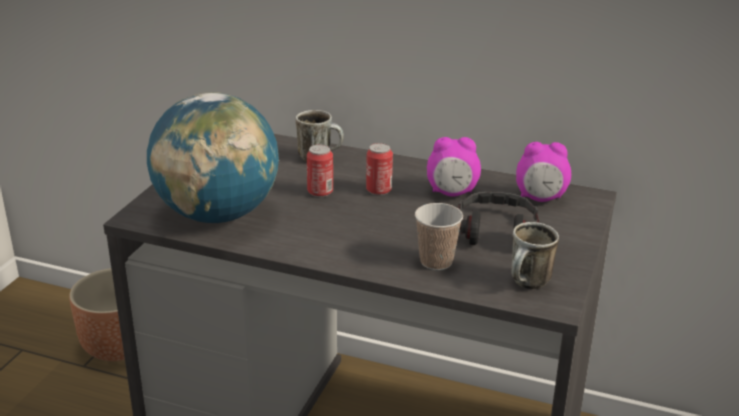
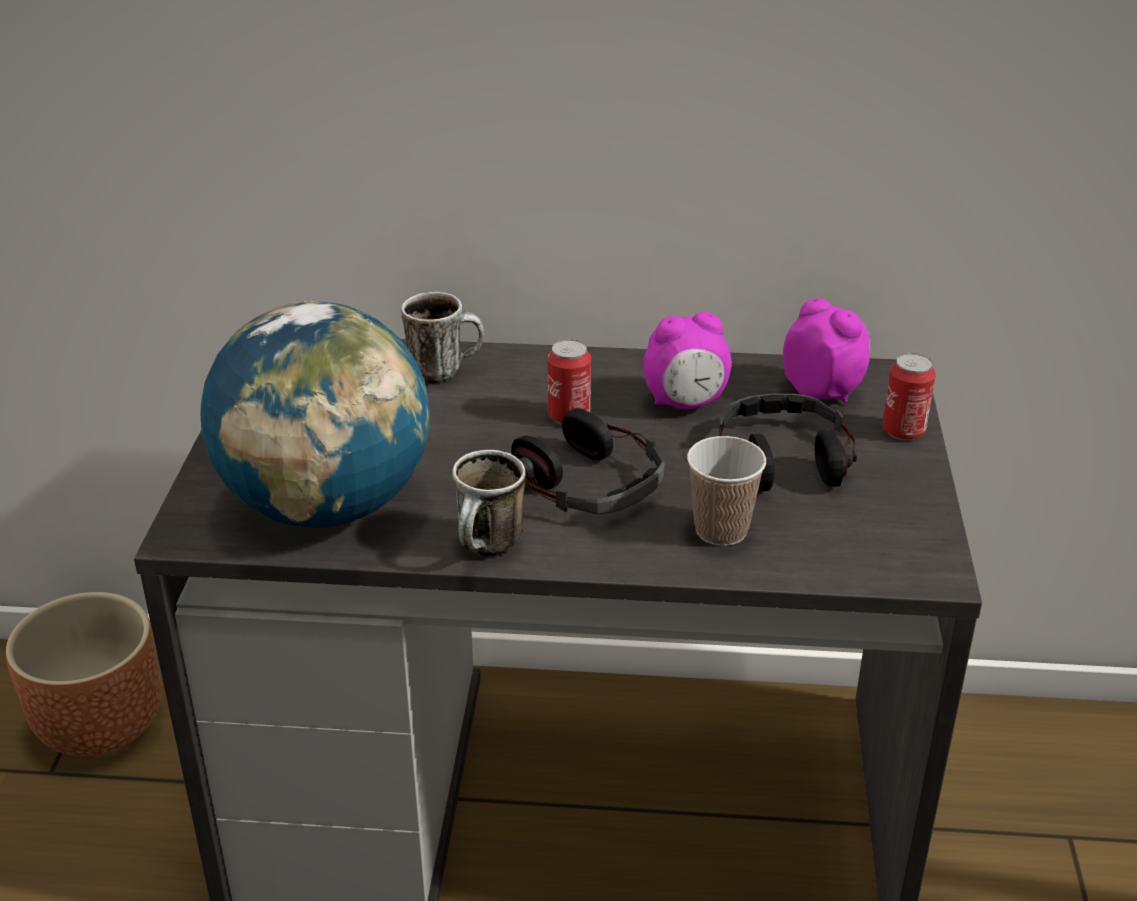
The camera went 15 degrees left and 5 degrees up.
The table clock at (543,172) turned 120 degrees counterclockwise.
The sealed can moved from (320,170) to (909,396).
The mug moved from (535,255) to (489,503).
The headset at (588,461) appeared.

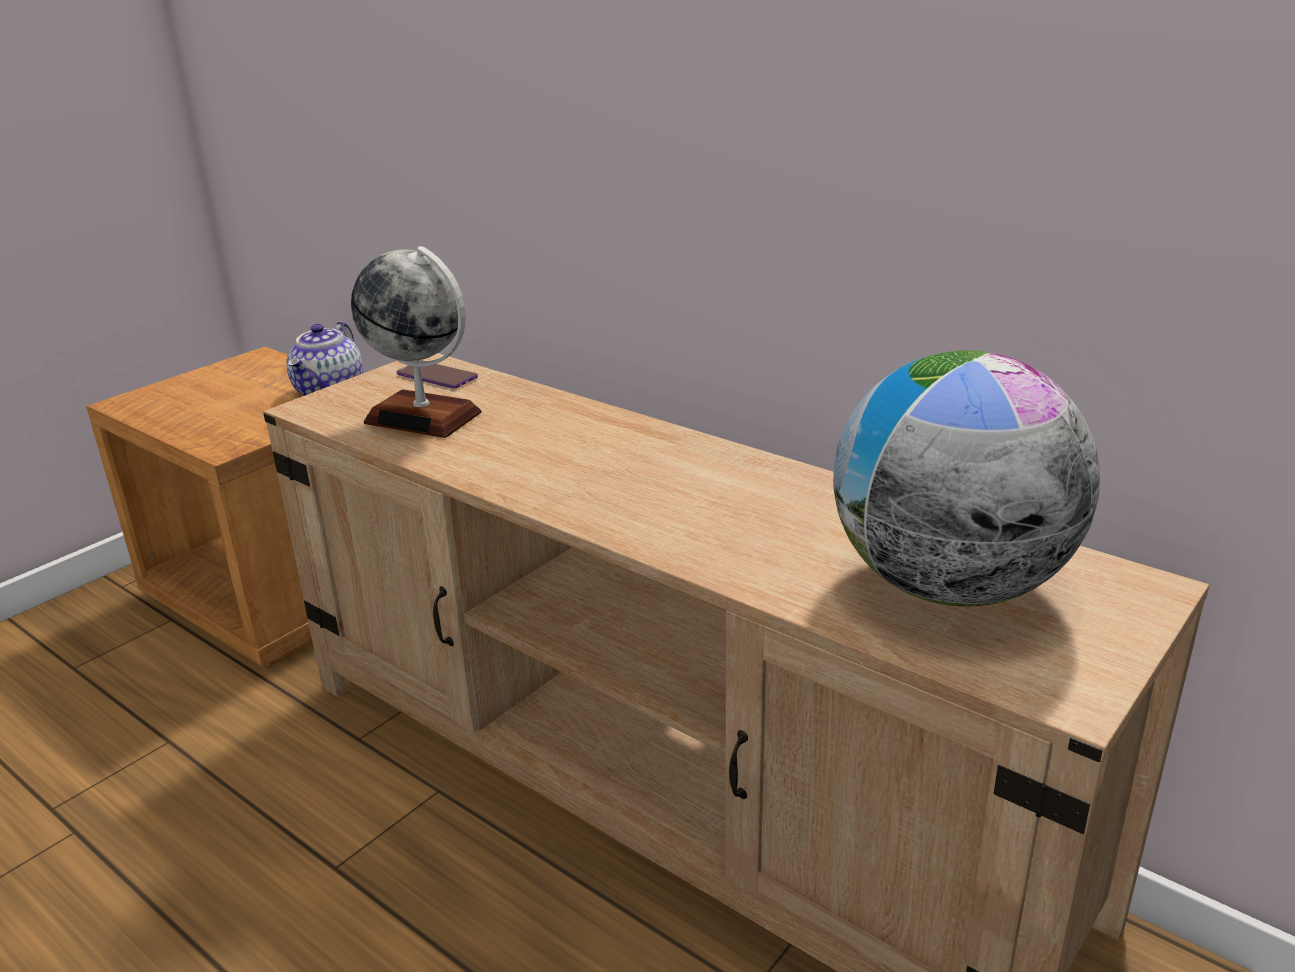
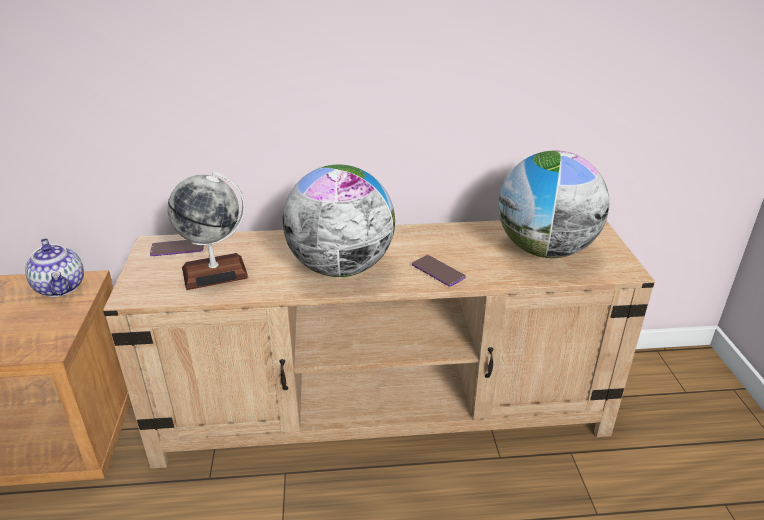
The camera went 45 degrees left and 5 degrees up.
The world globe at (339,221) appeared.
The phone at (439,271) appeared.

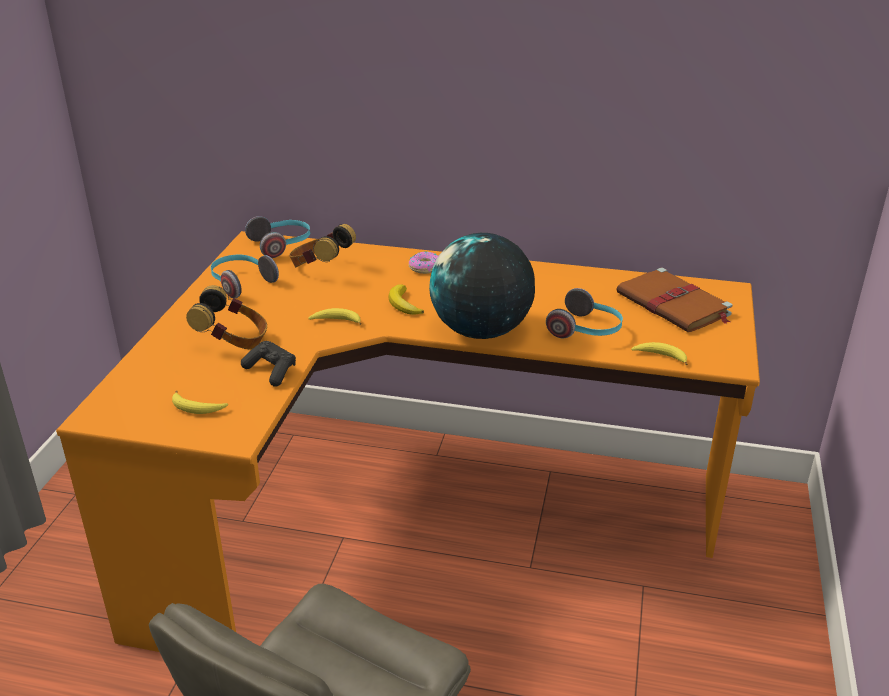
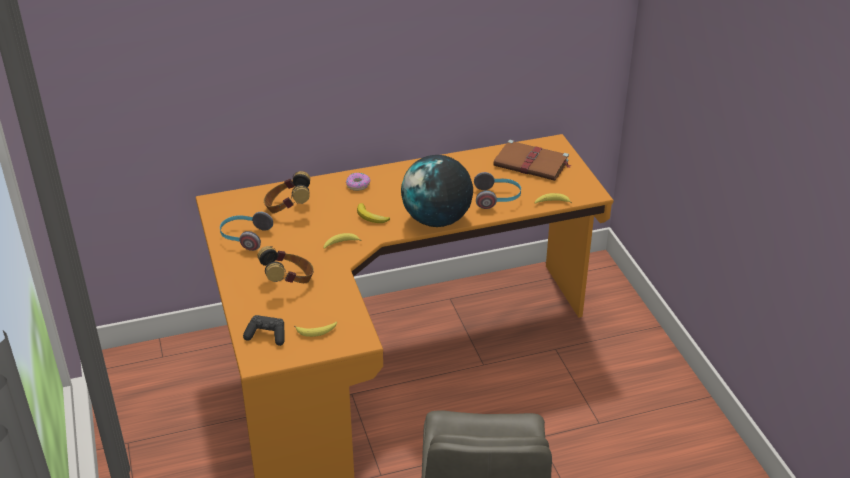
The camera went 30 degrees left and 5 degrees up.
The headset at (277,237) disappeared.
The black joypad moved from (268,364) to (263,330).

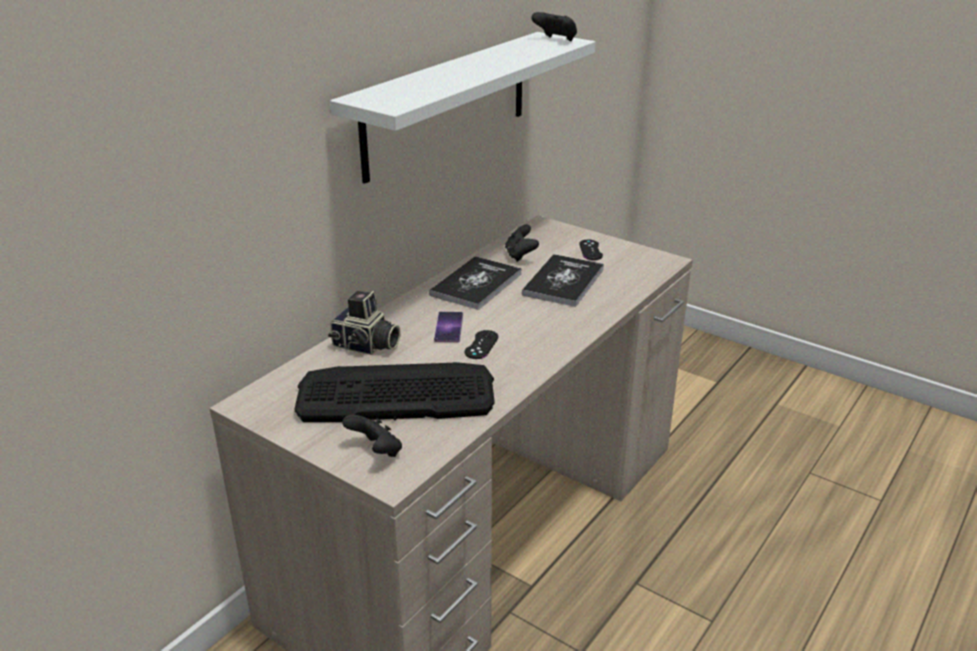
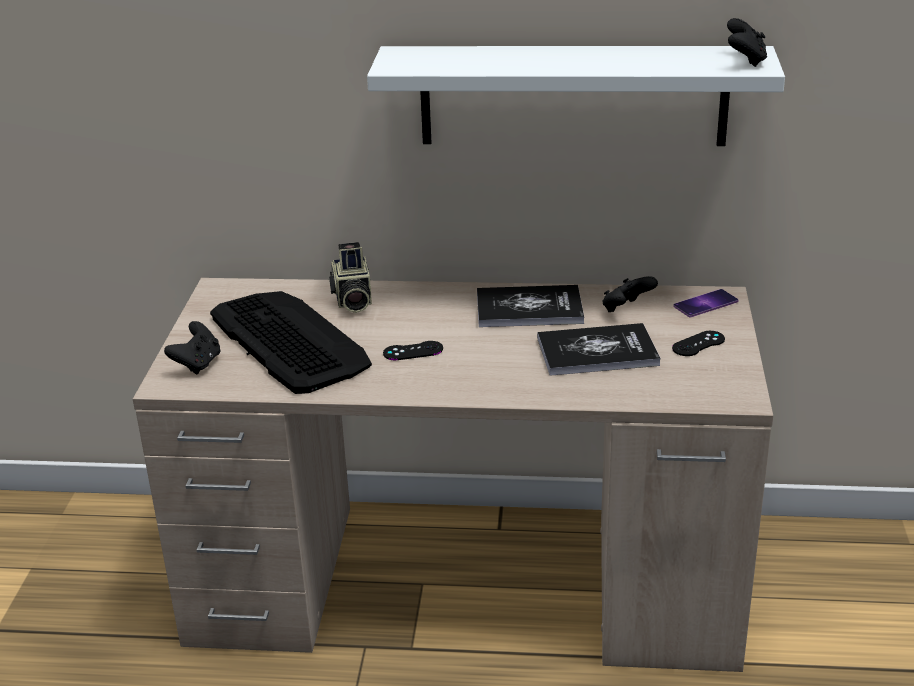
The camera went 60 degrees right and 0 degrees up.
The phone moved from (448,327) to (706,303).

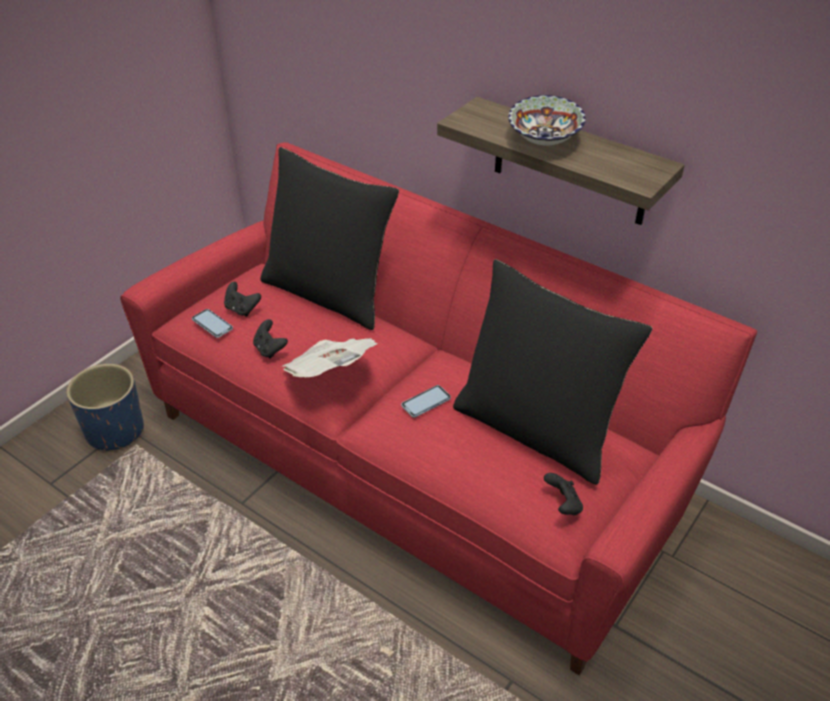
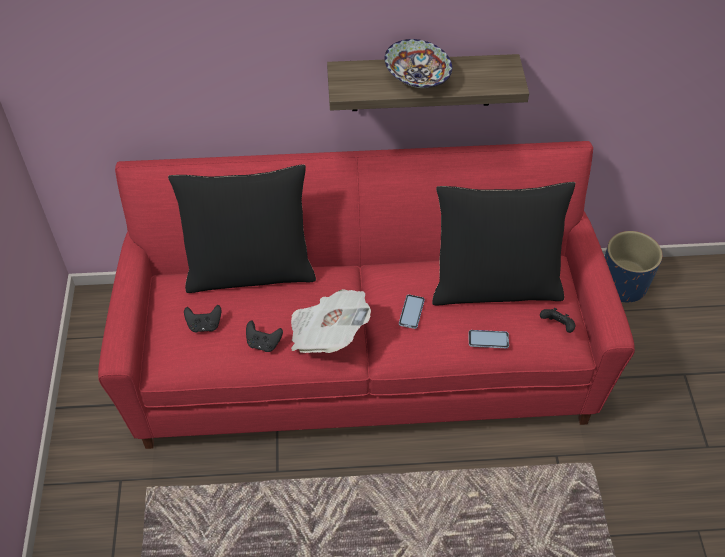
The camera went 40 degrees left and 10 degrees up.
The phone moved from (212,323) to (489,339).
The blue-coloured plant pot moved from (105,408) to (633,266).

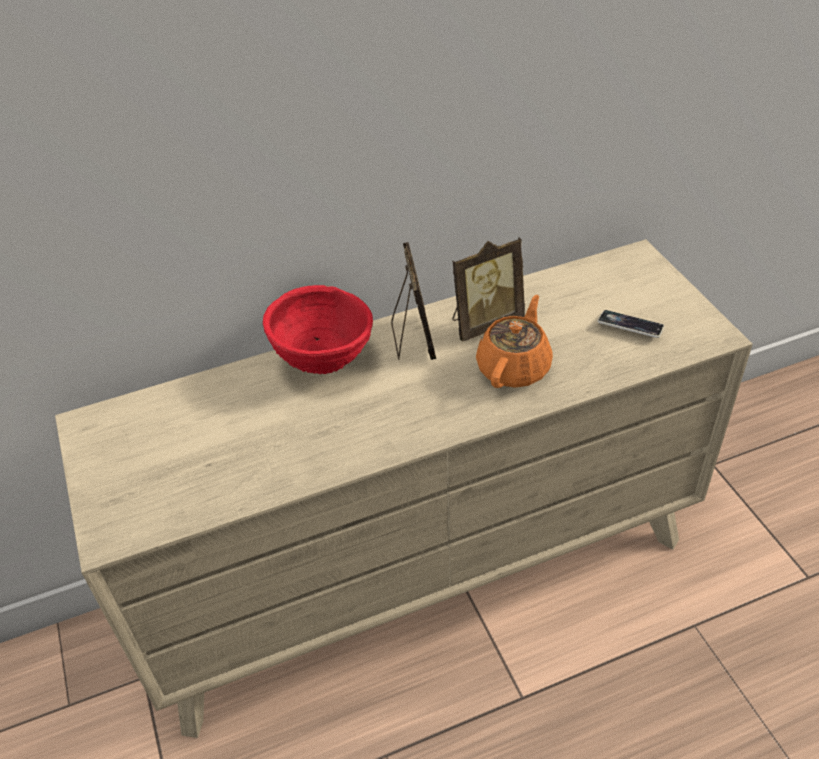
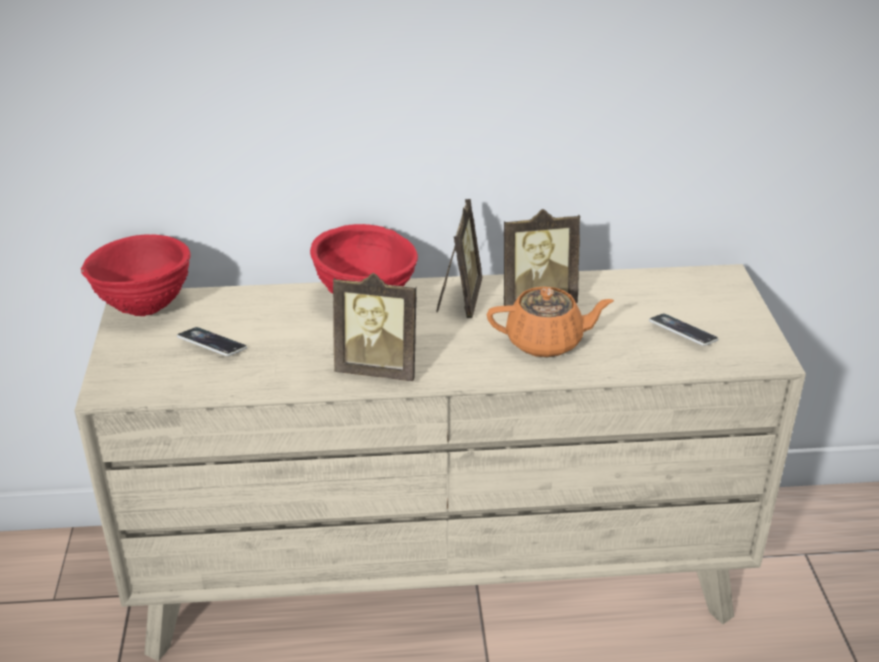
The camera went 15 degrees right and 10 degrees down.
The orange pot for tea at (514,341) turned 45 degrees clockwise.
The reddish bowl at (135,275) appeared.
The picture frame at (375,327) appeared.
The phone at (212,341) appeared.

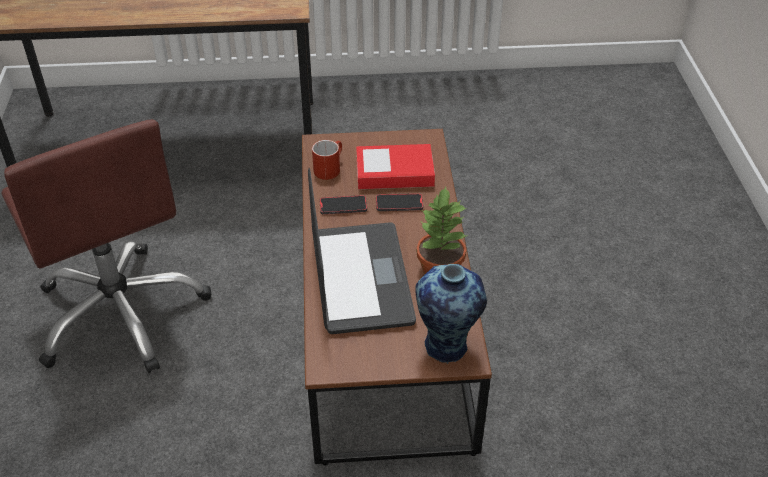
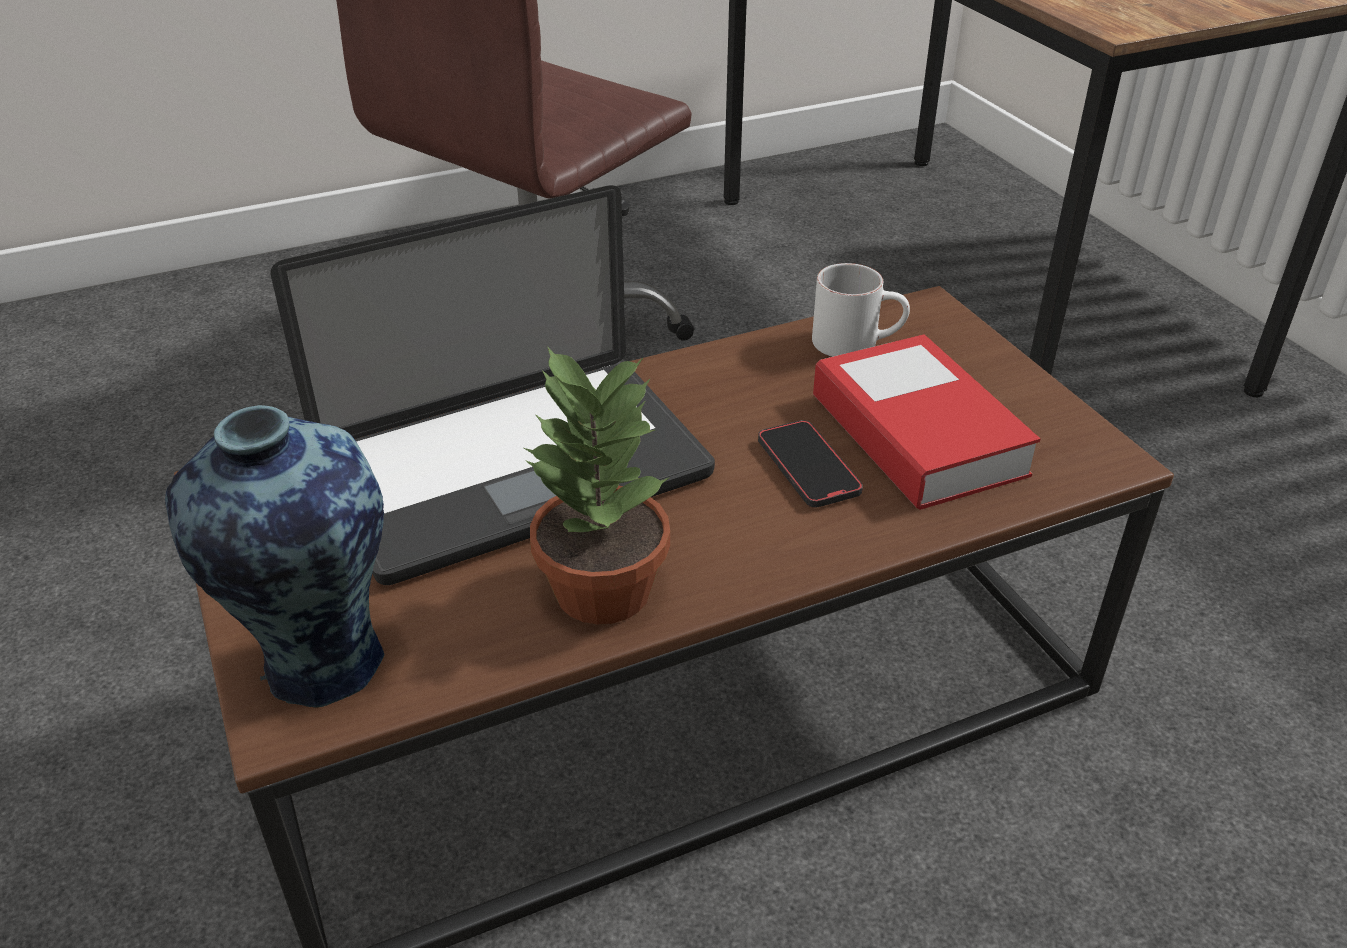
The camera went 70 degrees right and 5 degrees down.
The reddish mug at (327,160) became the white-coloured mug at (861,310).
The phone at (343,205) disappeared.

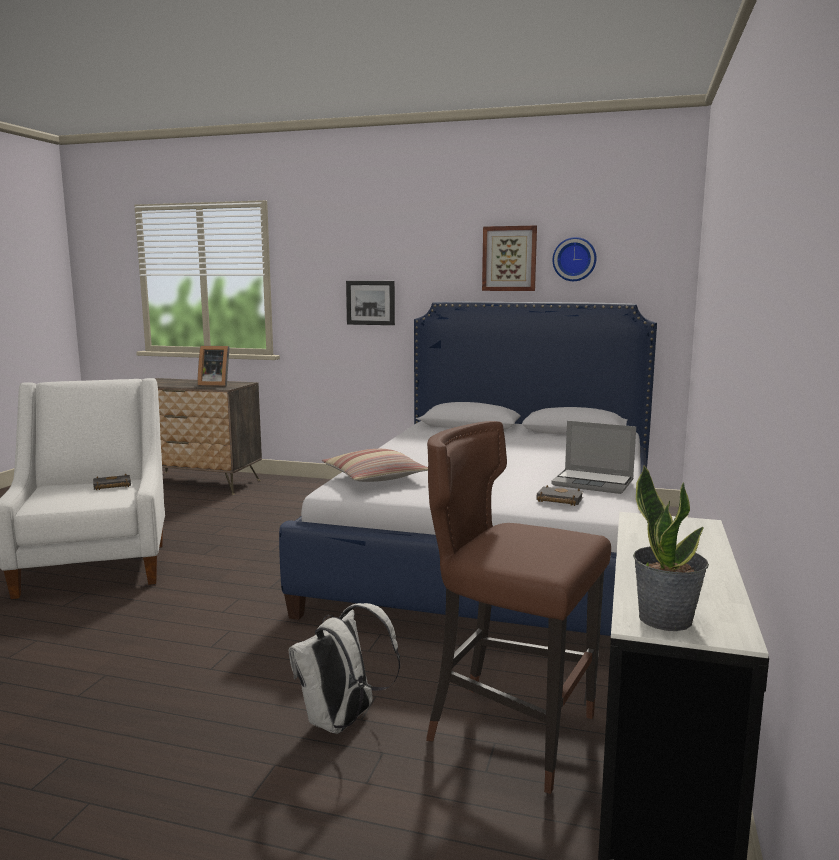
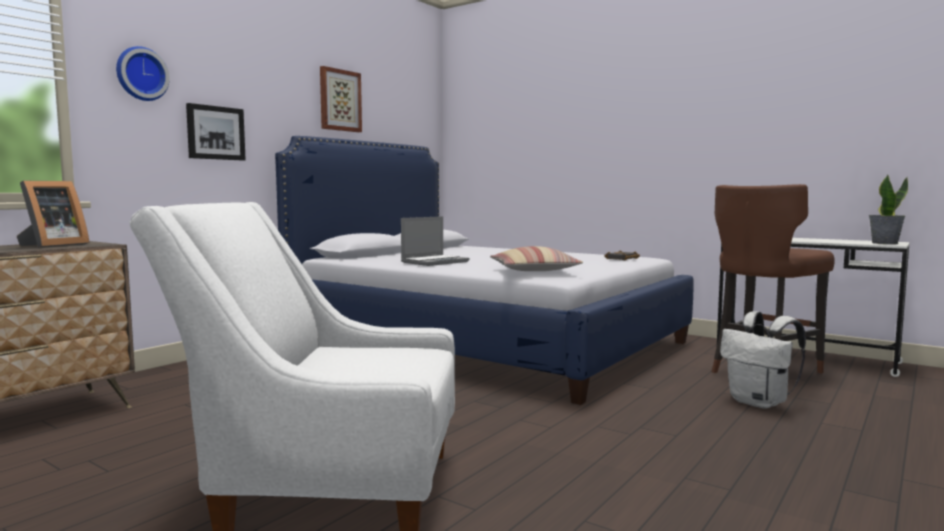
The camera went 70 degrees left and 5 degrees down.
The clock on the wall moved from (574,259) to (143,73).
The portable computer moved from (593,457) to (435,241).
The black book at (112,482) disappeared.

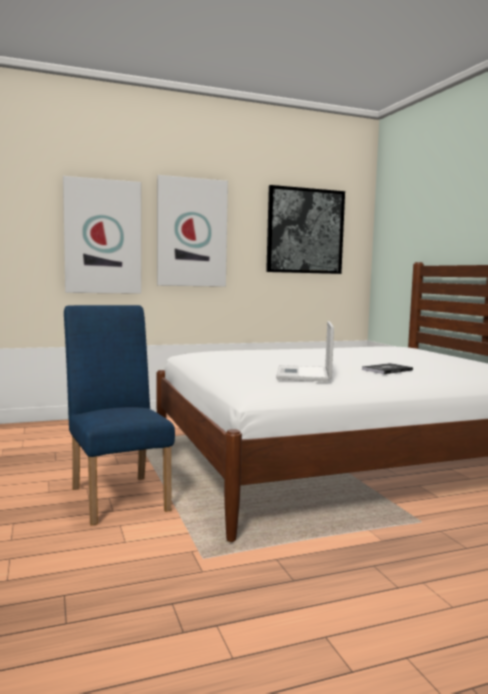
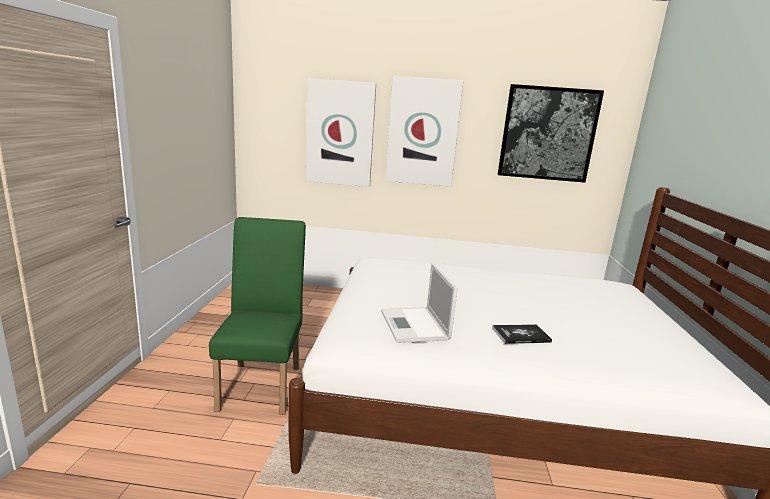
The camera went 25 degrees right and 10 degrees up.
The blue-coloured plain chair at (119,415) became the green-coloured plain chair at (257,316).
The portable computer at (305,351) turned 45 degrees counterclockwise.

